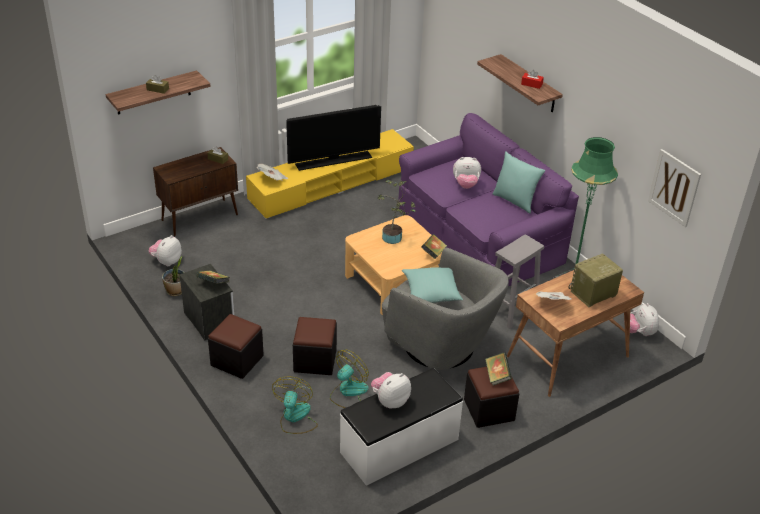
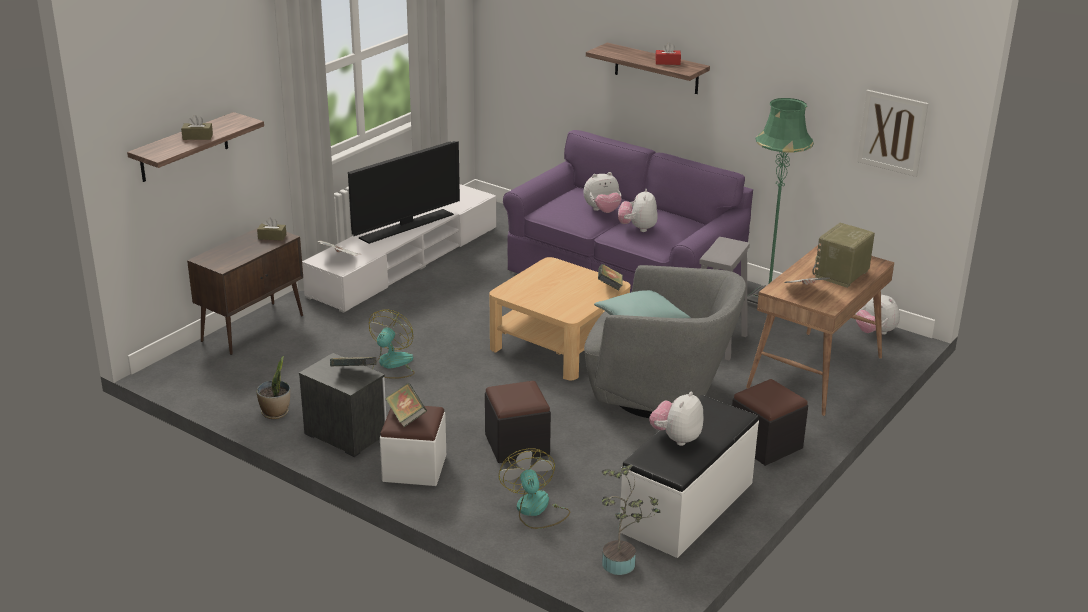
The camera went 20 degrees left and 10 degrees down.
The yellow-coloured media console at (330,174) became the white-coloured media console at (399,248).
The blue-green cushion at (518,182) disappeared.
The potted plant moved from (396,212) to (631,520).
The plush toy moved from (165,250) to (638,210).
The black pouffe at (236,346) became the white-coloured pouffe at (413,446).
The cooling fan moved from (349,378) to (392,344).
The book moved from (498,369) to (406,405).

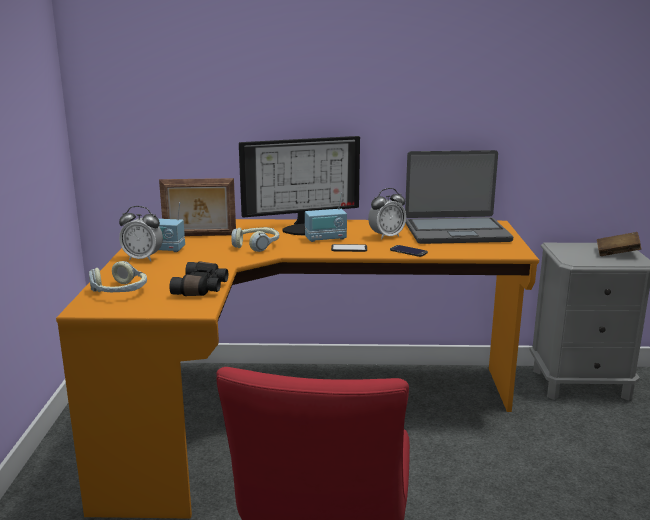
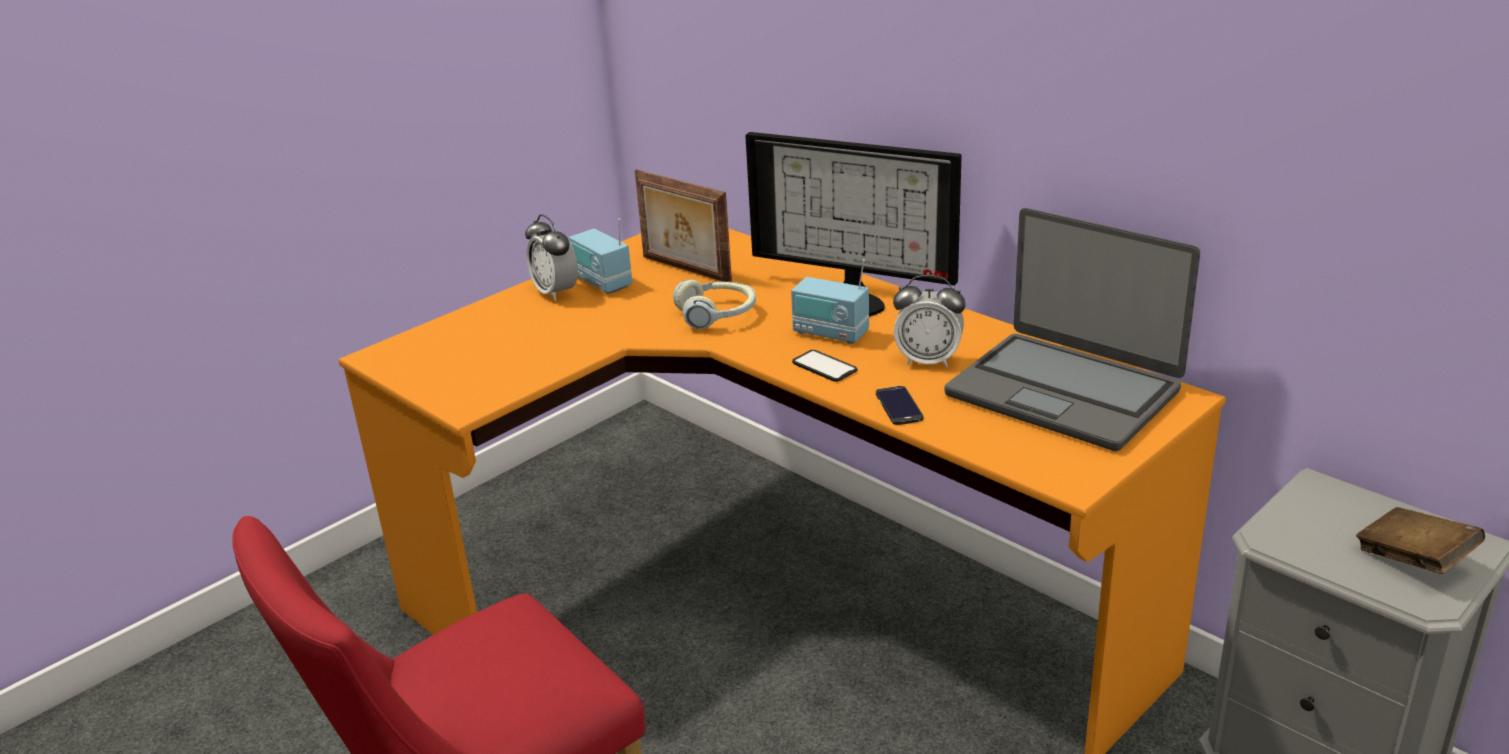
The camera went 45 degrees right and 10 degrees up.
The headset at (118,276) disappeared.
The black field glasses at (198,278) disappeared.

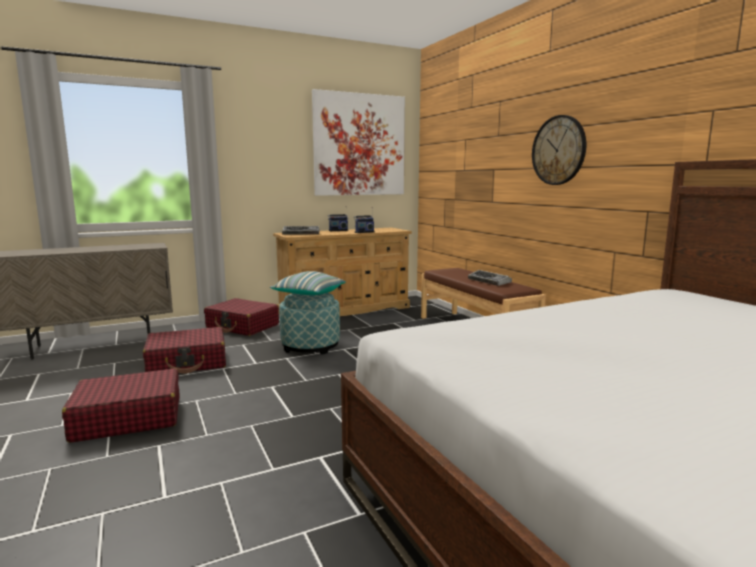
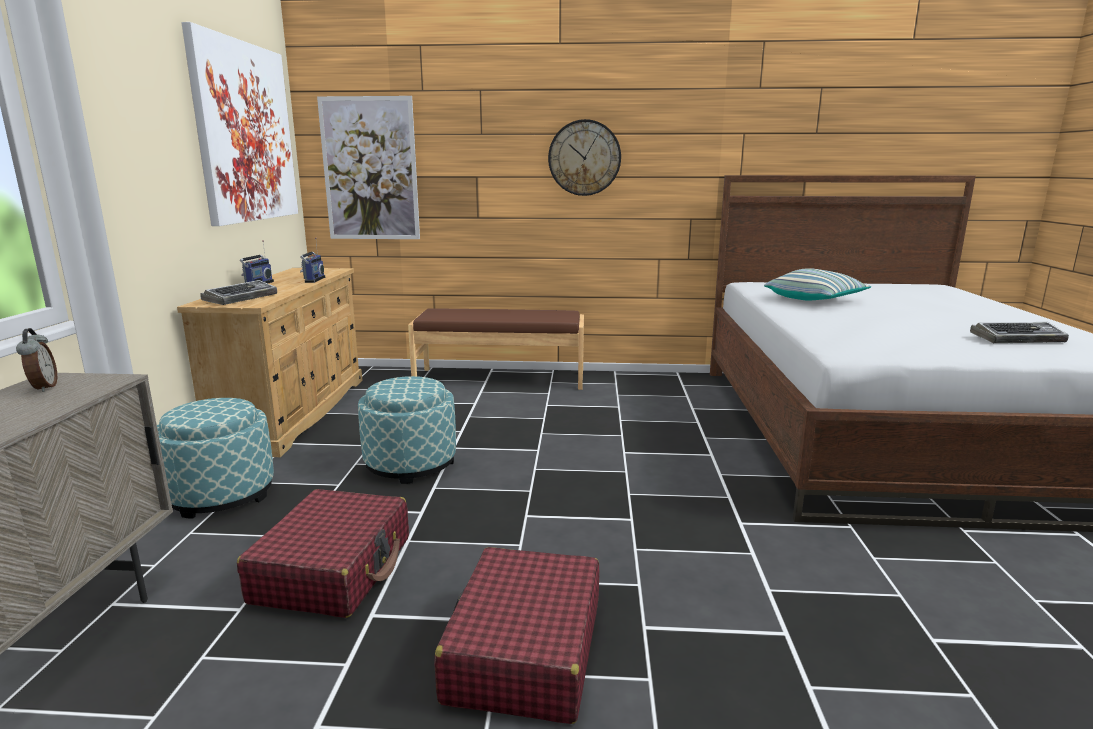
The camera went 60 degrees left and 5 degrees up.
The PC keyboard moved from (490,278) to (1019,332).
The cushion moved from (308,283) to (817,284).
The reddish piece of luggage at (241,317) was replaced by the pouffe at (215,458).
The wall picture at (368,167) appeared.
The table clock at (36,360) appeared.

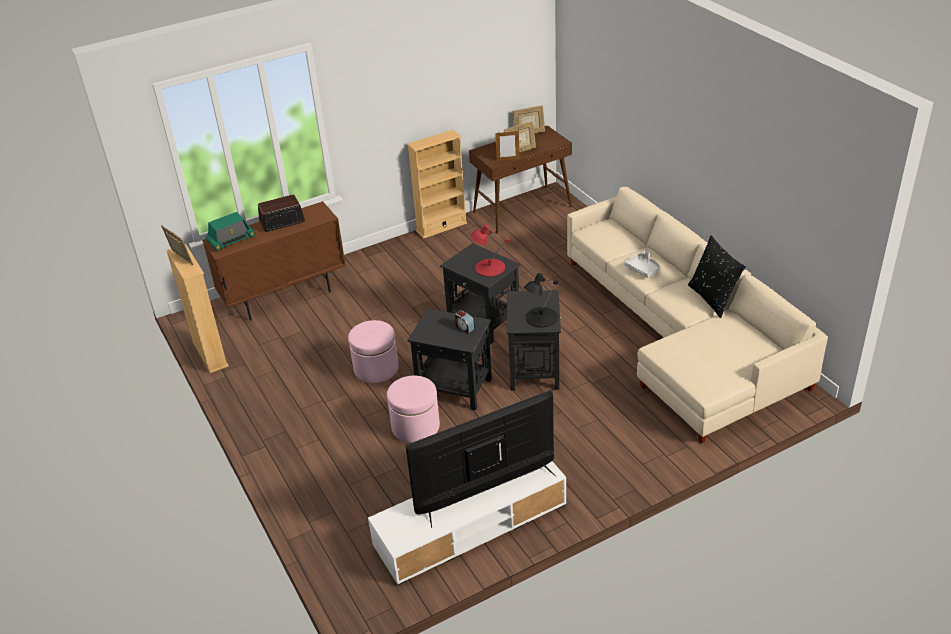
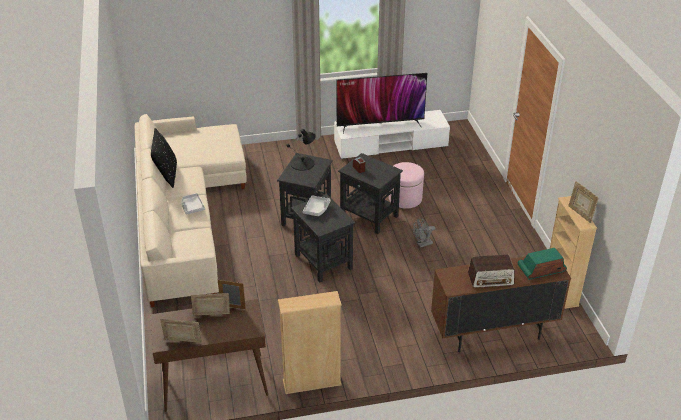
The camera went 165 degrees left and 0 degrees up.
The reddish tabletop lamp at (490,250) was replaced by the greyish carrying tray at (317,205).
The pink-coloured pouffe at (373,351) was replaced by the greyish cooling fan at (424,232).

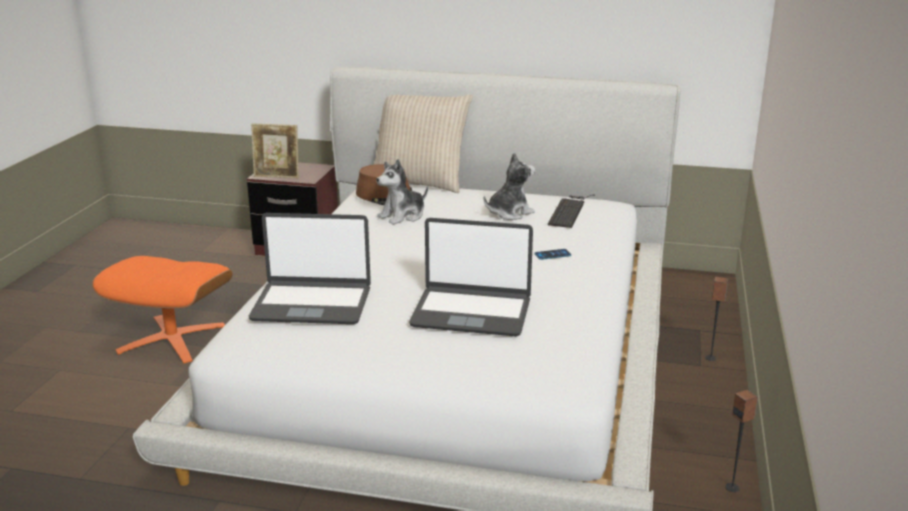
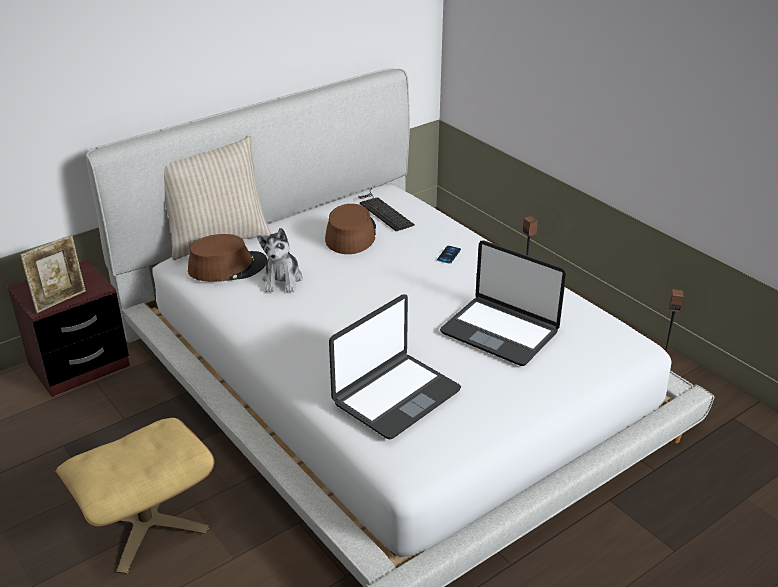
The camera went 50 degrees left and 10 degrees up.
The plush toy at (509,186) was replaced by the brown-coloured hat at (350,229).
The portable computer at (471,277) turned 75 degrees clockwise.
The orange pouffe at (162,309) became the beige-coloured pouffe at (134,496).

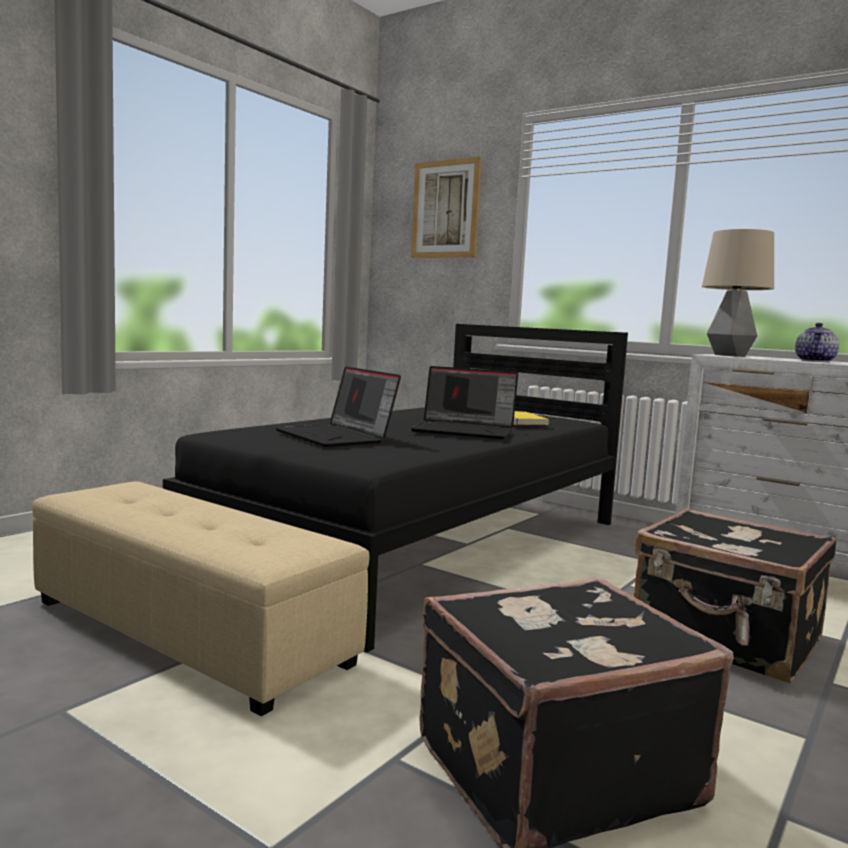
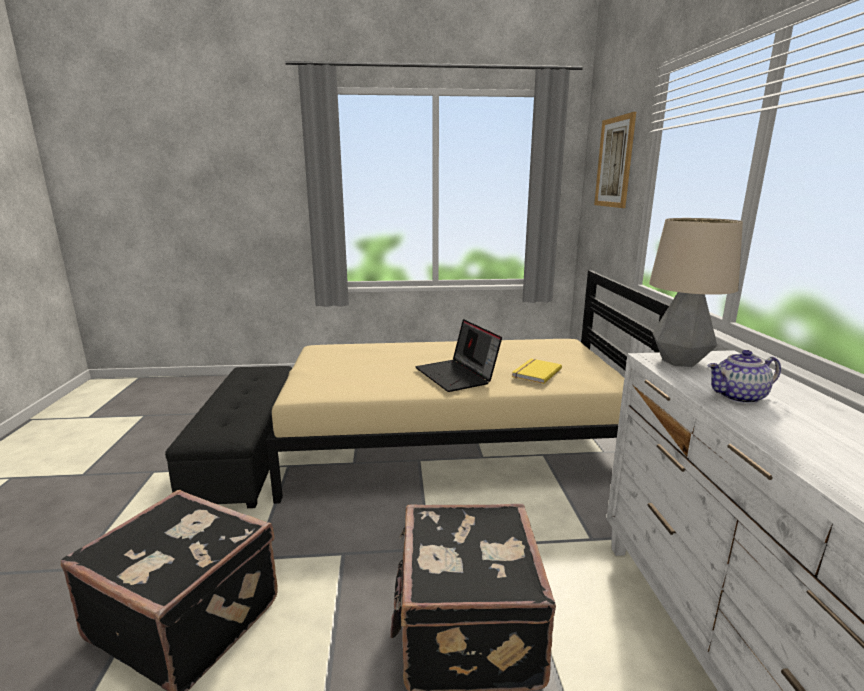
The camera went 50 degrees right and 10 degrees up.
The black bedroom bed at (395,488) became the beige-coloured bedroom bed at (468,387).
The portable computer at (338,407) disappeared.
The beige-coloured pouffe at (201,598) became the black pouffe at (228,437).

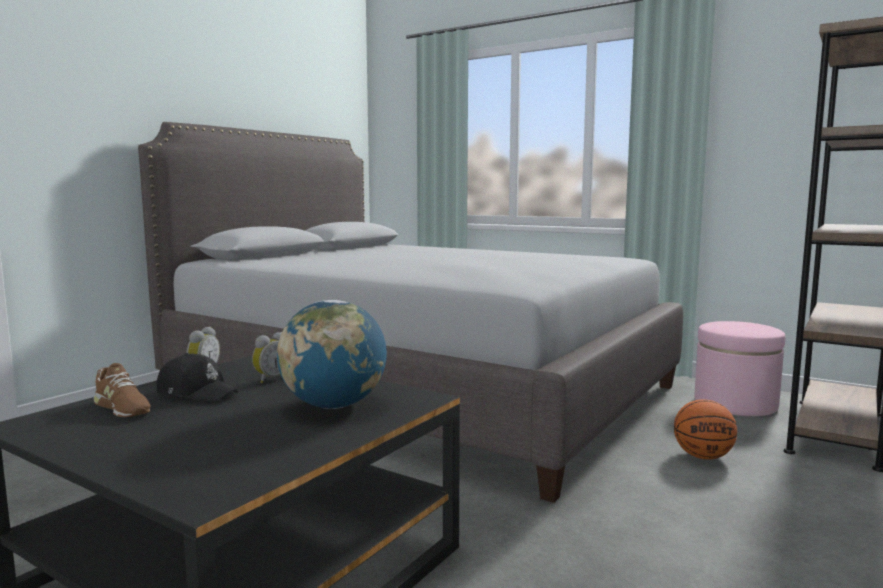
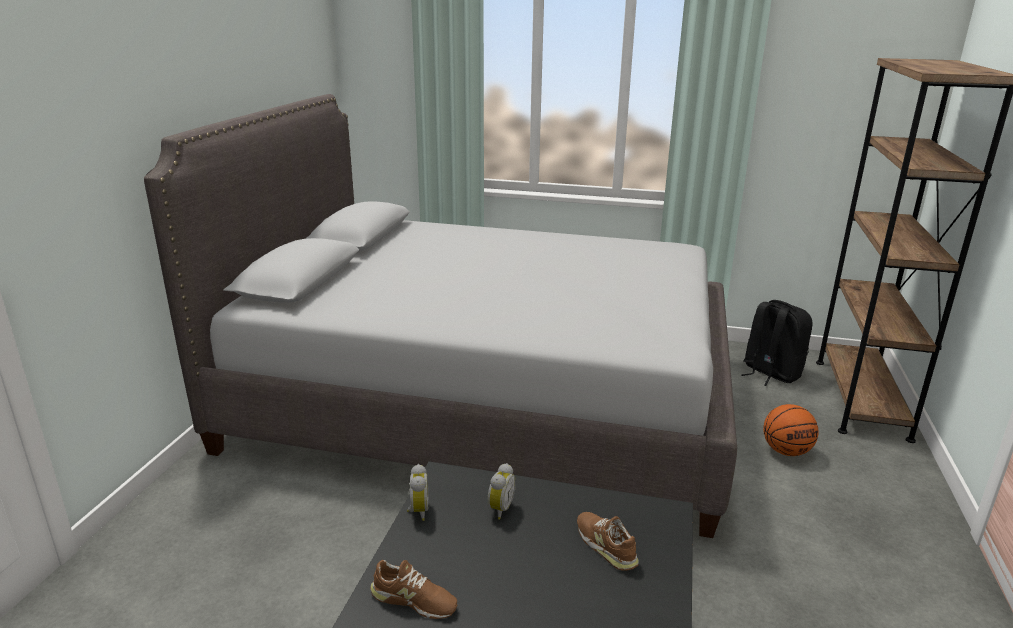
The camera went 20 degrees left and 15 degrees up.
The world globe at (332,354) was replaced by the brown-coloured item of footwear at (608,541).
The pink-coloured pouffe at (739,368) was replaced by the black backpack at (777,343).
The black cap at (197,378) disappeared.

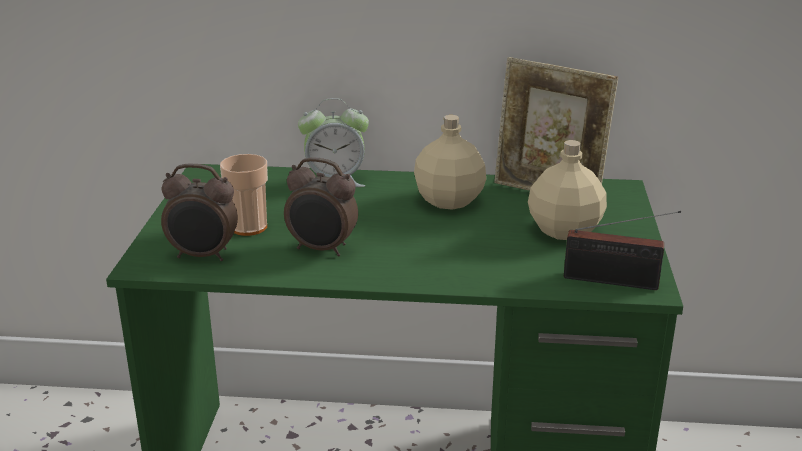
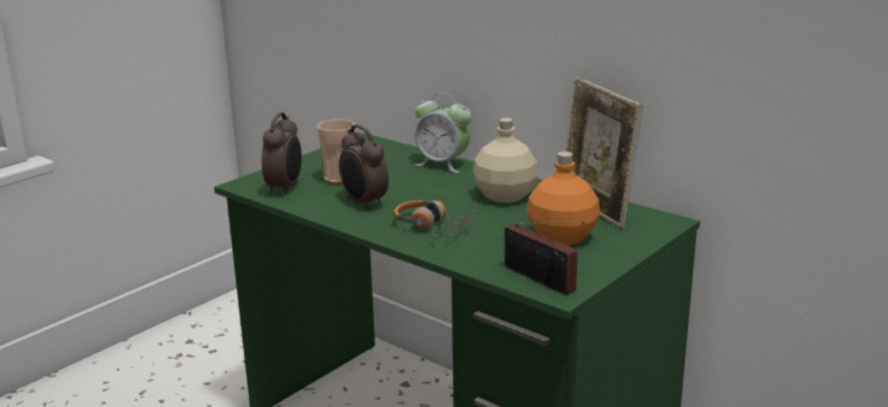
The camera went 35 degrees right and 5 degrees down.
The beige-coloured beverage bottle at (567,190) became the orange beverage bottle at (563,199).
The table clock at (199,212) turned 120 degrees counterclockwise.
The headset at (435,218) appeared.

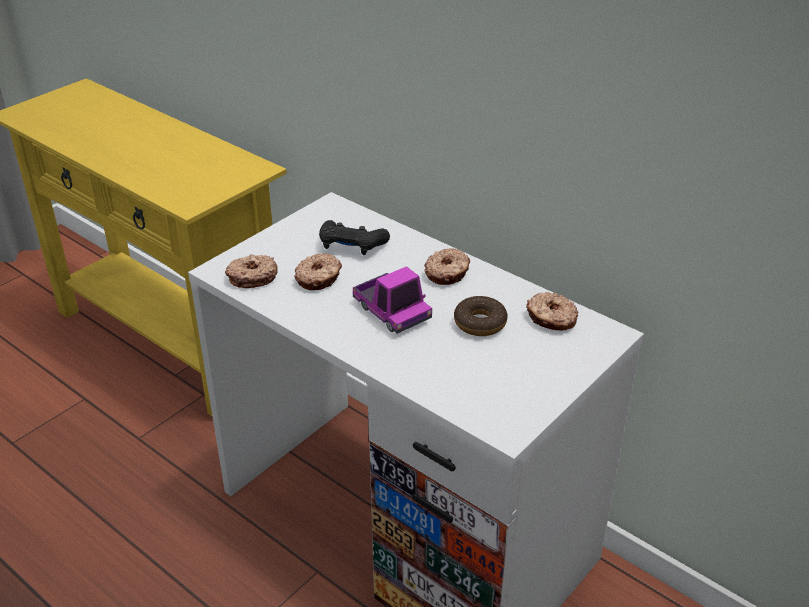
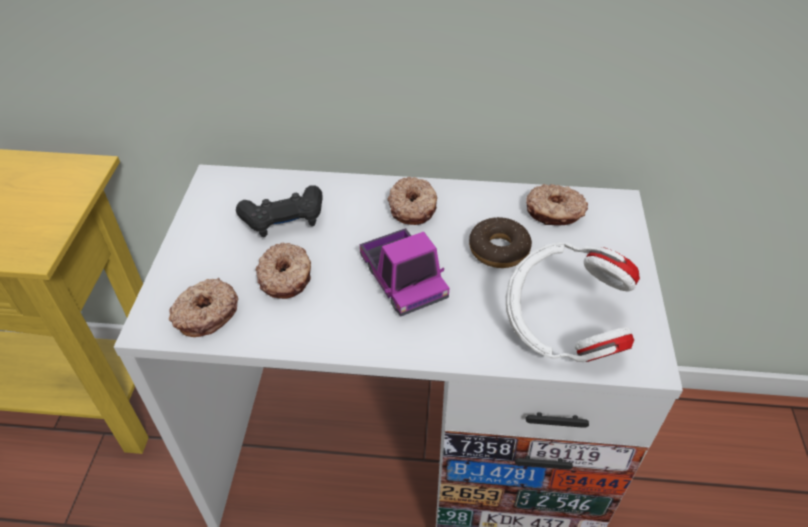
The camera went 35 degrees left and 10 degrees up.
The toy lorry at (392,300) turned 45 degrees clockwise.
The white-coloured headset at (573,302) appeared.

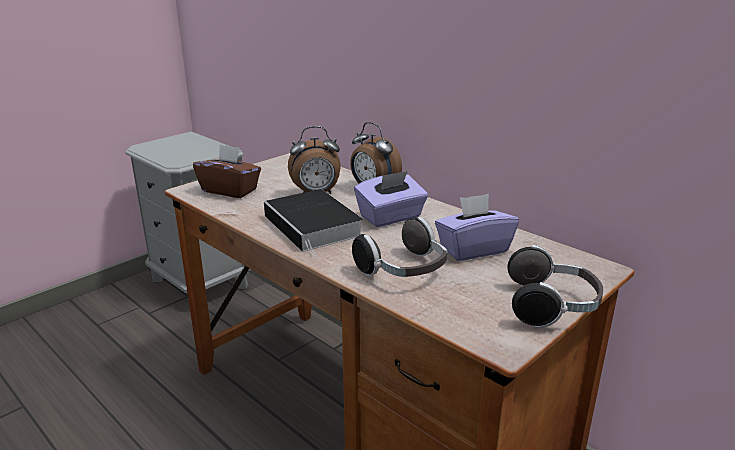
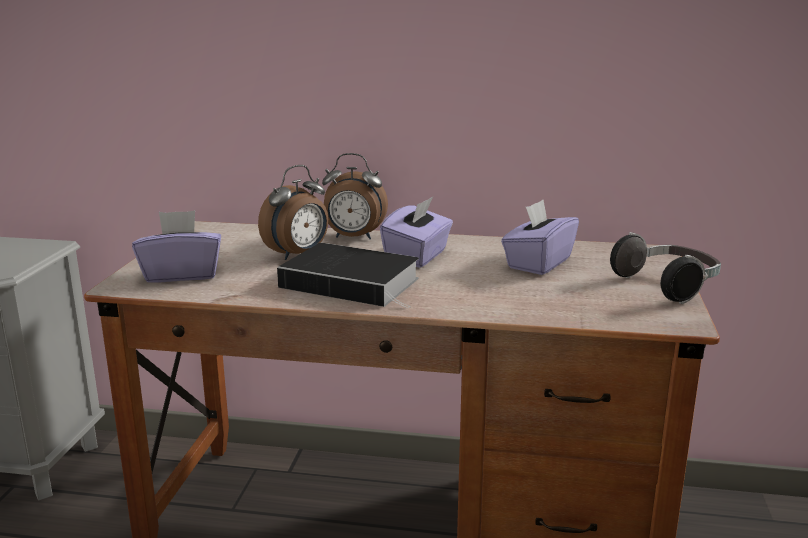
The camera went 35 degrees left and 5 degrees down.
The brown-coloured tissue holder at (227,171) became the purplish tissue holder at (176,246).
The headset at (399,247) disappeared.

